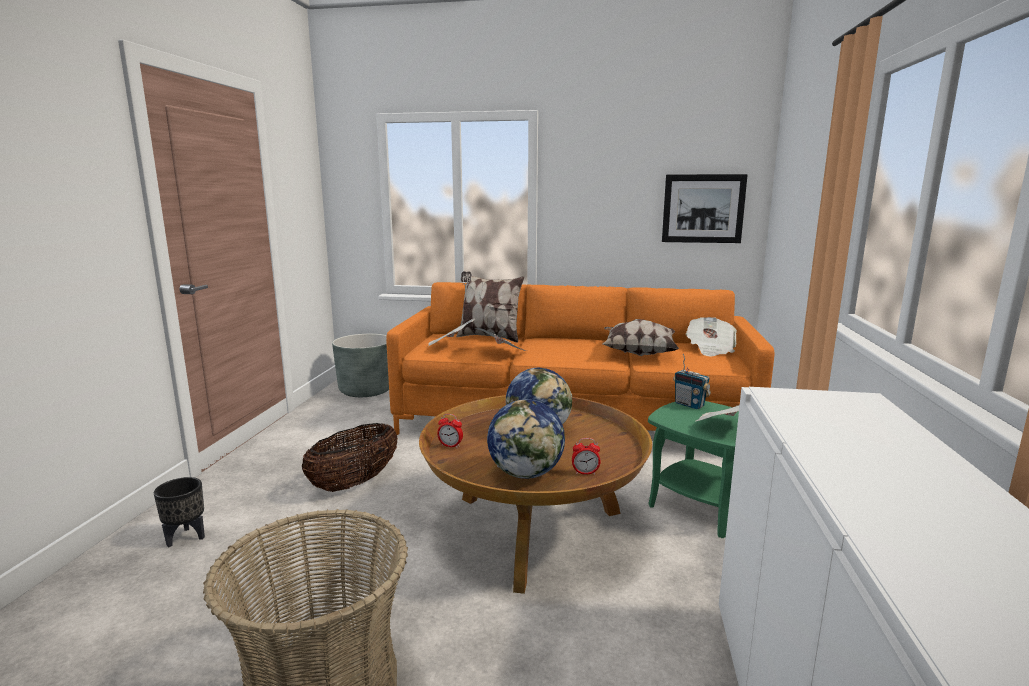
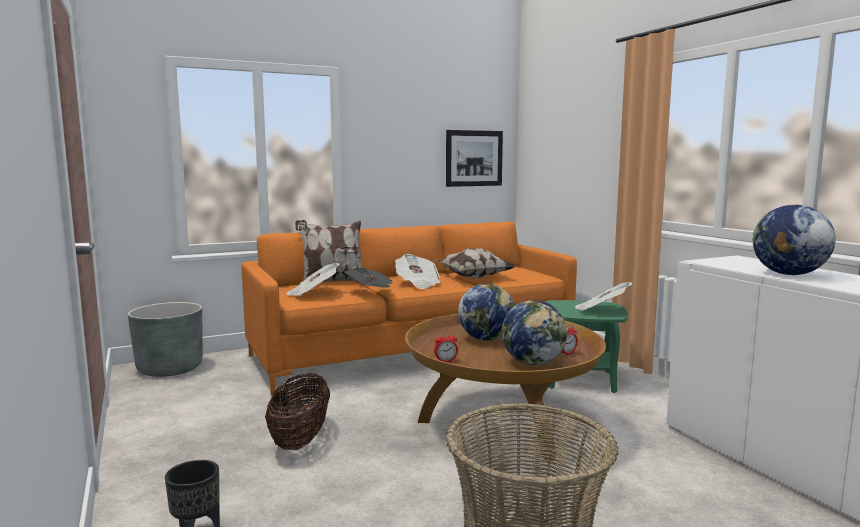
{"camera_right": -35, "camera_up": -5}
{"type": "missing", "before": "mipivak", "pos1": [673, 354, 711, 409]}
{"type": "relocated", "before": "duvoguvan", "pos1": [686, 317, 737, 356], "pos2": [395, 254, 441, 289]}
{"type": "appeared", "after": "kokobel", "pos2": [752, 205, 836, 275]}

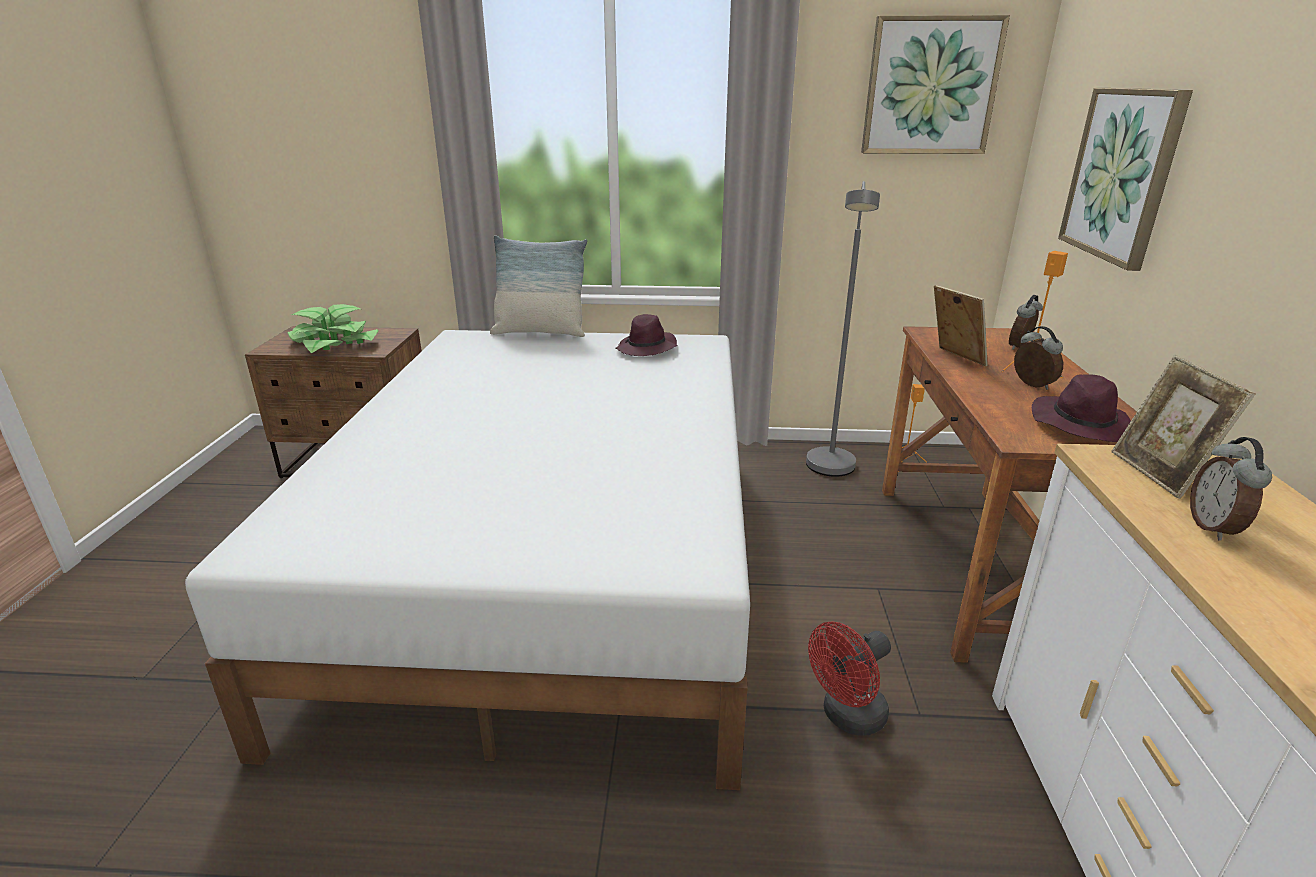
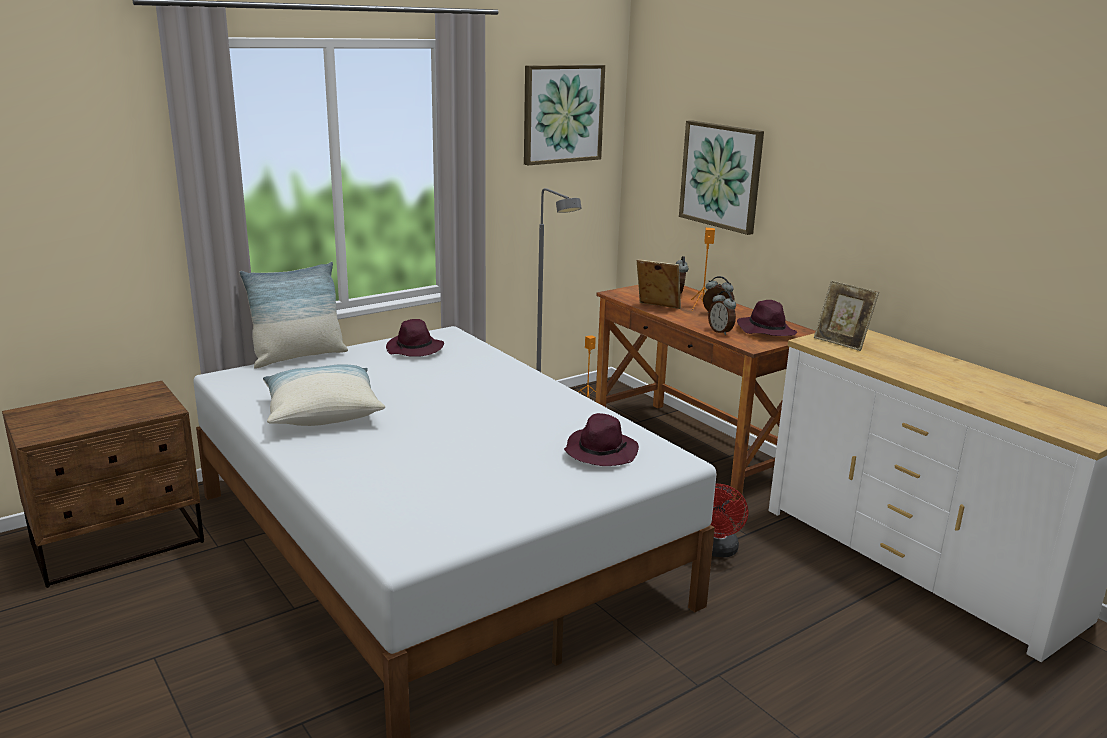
{"camera_right": -40, "camera_up": -5}
{"type": "missing", "before": "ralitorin", "pos1": [288, 304, 378, 353]}
{"type": "relocated", "before": "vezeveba", "pos1": [1190, 437, 1272, 541], "pos2": [708, 291, 736, 335]}
{"type": "appeared", "after": "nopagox", "pos2": [263, 365, 385, 426]}
{"type": "appeared", "after": "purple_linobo", "pos2": [564, 413, 639, 466]}

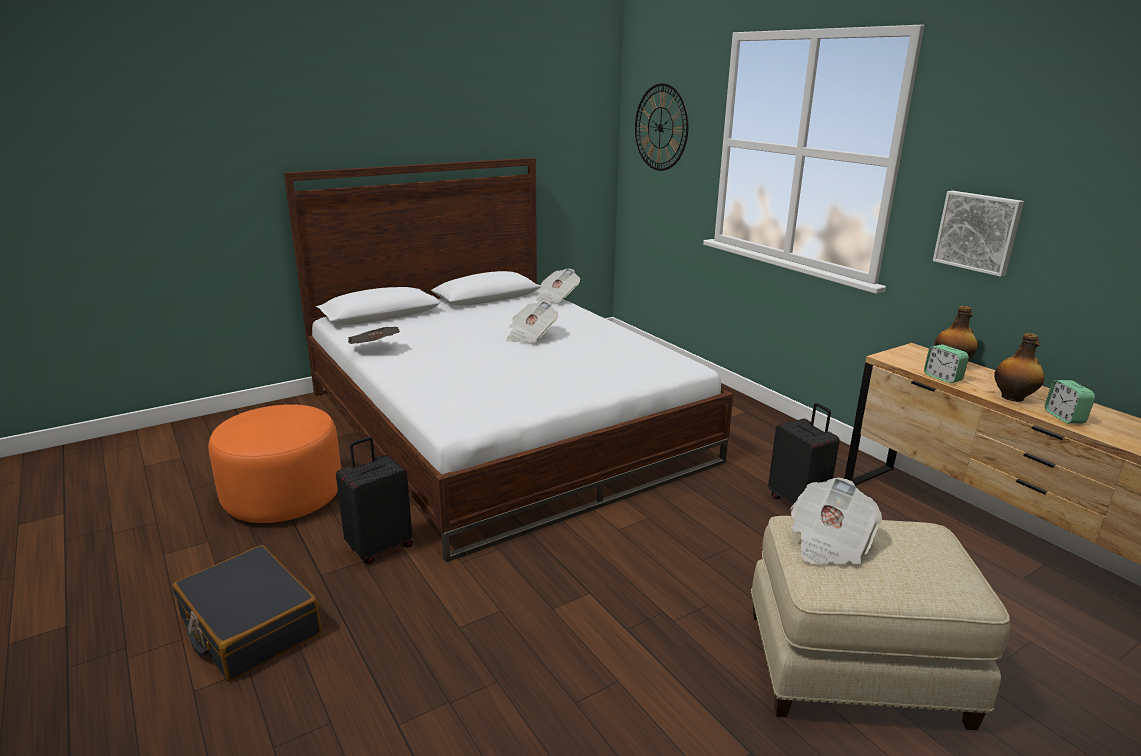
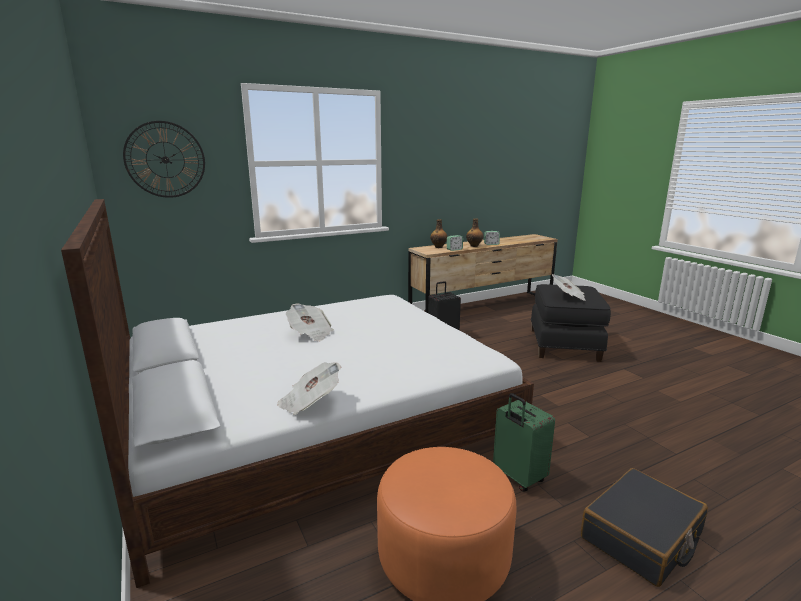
{"camera_right": -85, "camera_up": -5}
{"type": "colour", "before": "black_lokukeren", "after": "green_lokukeren", "pos1": [336, 437, 413, 564], "pos2": [493, 393, 555, 491]}
{"type": "missing", "before": "duvoguvan", "pos1": [536, 269, 580, 302]}
{"type": "colour", "before": "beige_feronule", "after": "black_feronule", "pos1": [750, 516, 1010, 730], "pos2": [531, 284, 611, 362]}
{"type": "missing", "before": "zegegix", "pos1": [933, 191, 1024, 277]}

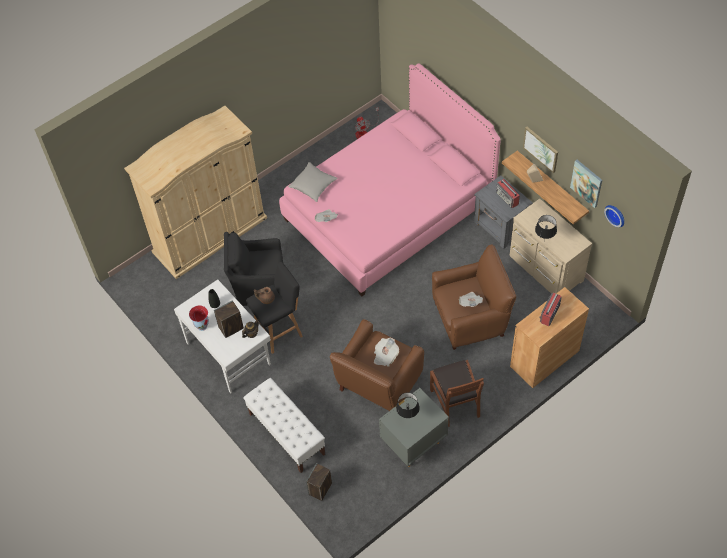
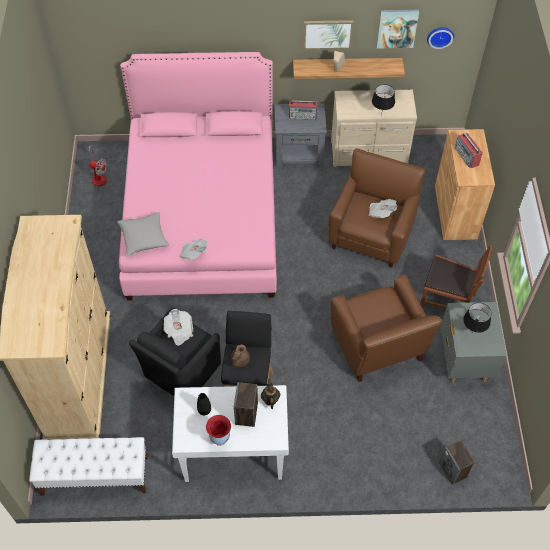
{"camera_right": -55, "camera_up": 0}
{"type": "relocated", "before": "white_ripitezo", "pos1": [243, 378, 325, 473], "pos2": [29, 437, 148, 496]}
{"type": "relocated", "before": "duvoguvan", "pos1": [374, 338, 399, 366], "pos2": [163, 309, 193, 346]}

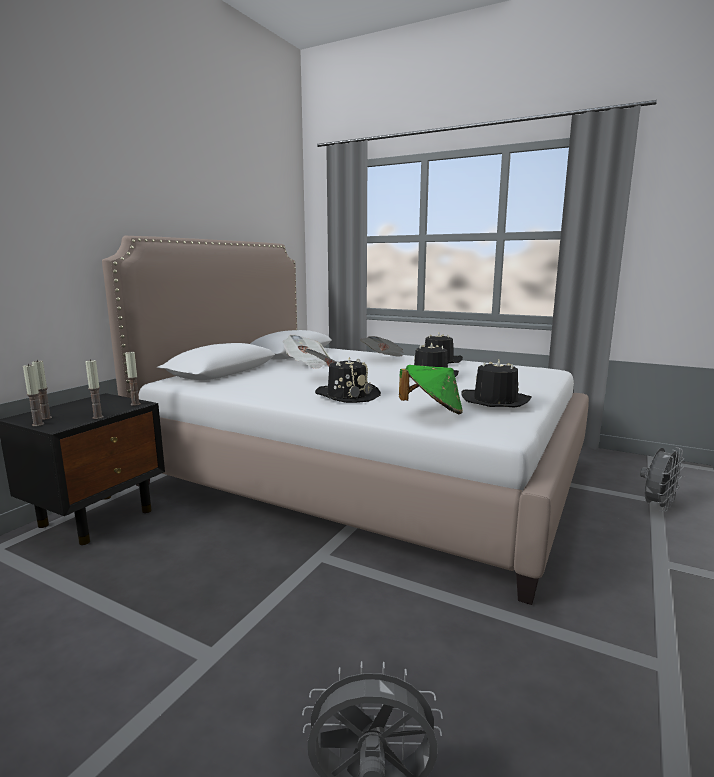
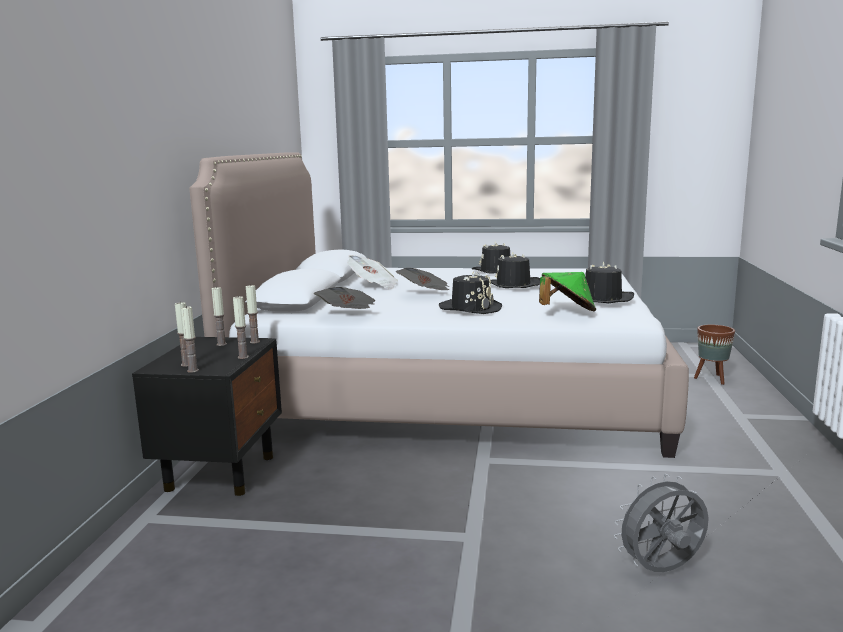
{"camera_right": -20, "camera_up": 0}
{"type": "relocated", "before": "duvoguvan", "pos1": [360, 336, 404, 356], "pos2": [314, 287, 375, 309]}
{"type": "exchanged", "before": "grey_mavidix", "after": "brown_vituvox", "pos1": [640, 447, 684, 512], "pos2": [694, 325, 735, 385]}
{"type": "appeared", "after": "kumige", "pos2": [212, 287, 227, 346]}

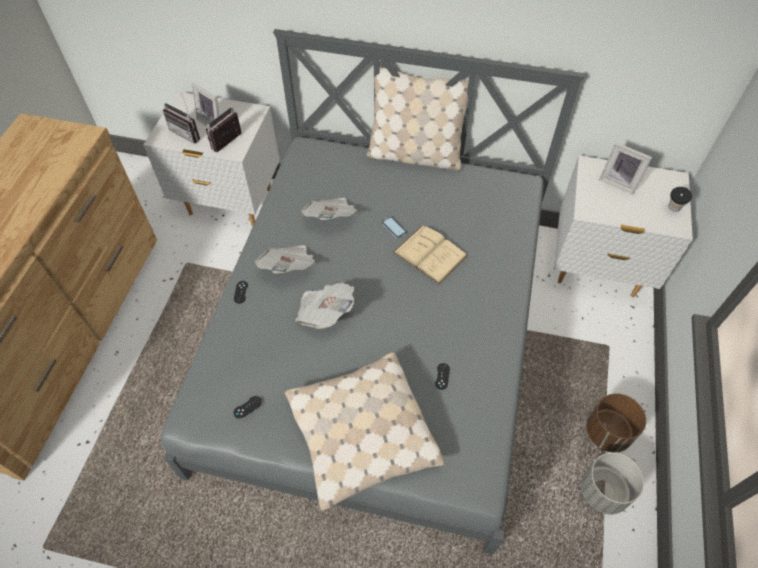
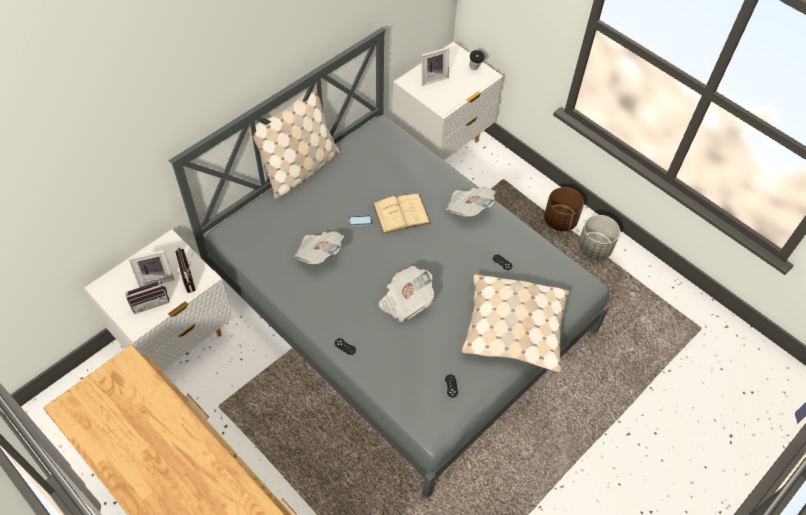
{"camera_right": -60, "camera_up": 0}
{"type": "relocated", "before": "duvoguvan", "pos1": [255, 245, 315, 273], "pos2": [446, 187, 496, 217]}

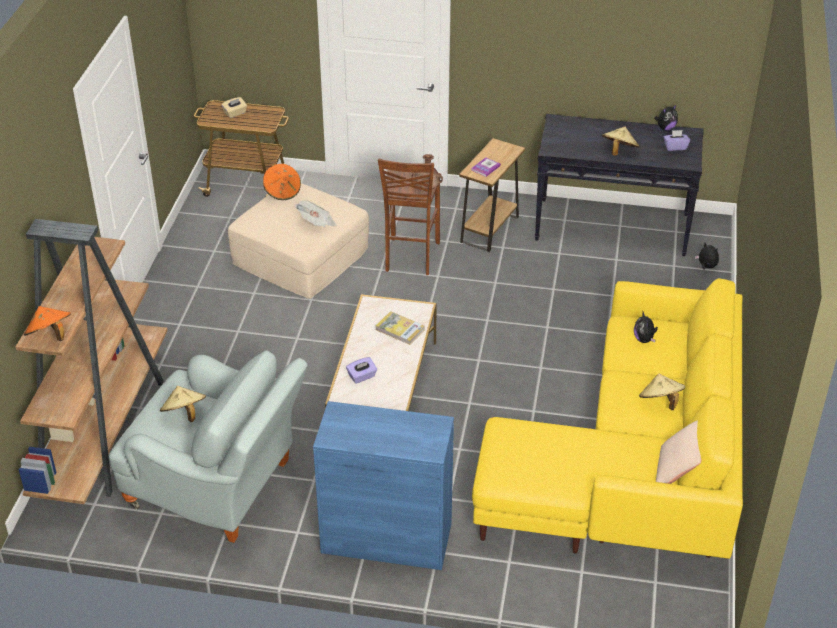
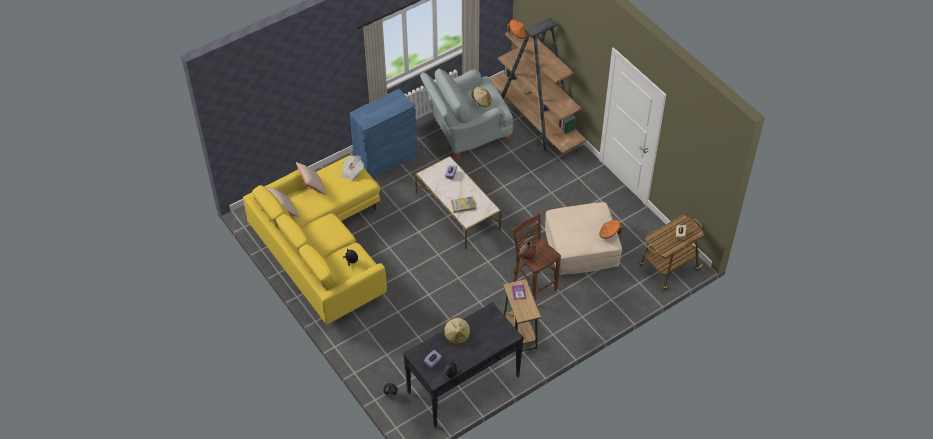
{"camera_right": 135, "camera_up": 10}
{"type": "relocated", "before": "duvoguvan", "pos1": [295, 200, 337, 227], "pos2": [341, 156, 364, 180]}
{"type": "missing", "before": "beige_linobo", "pos1": [639, 374, 685, 410]}
{"type": "appeared", "after": "beige_nopagox", "pos2": [296, 162, 327, 195]}

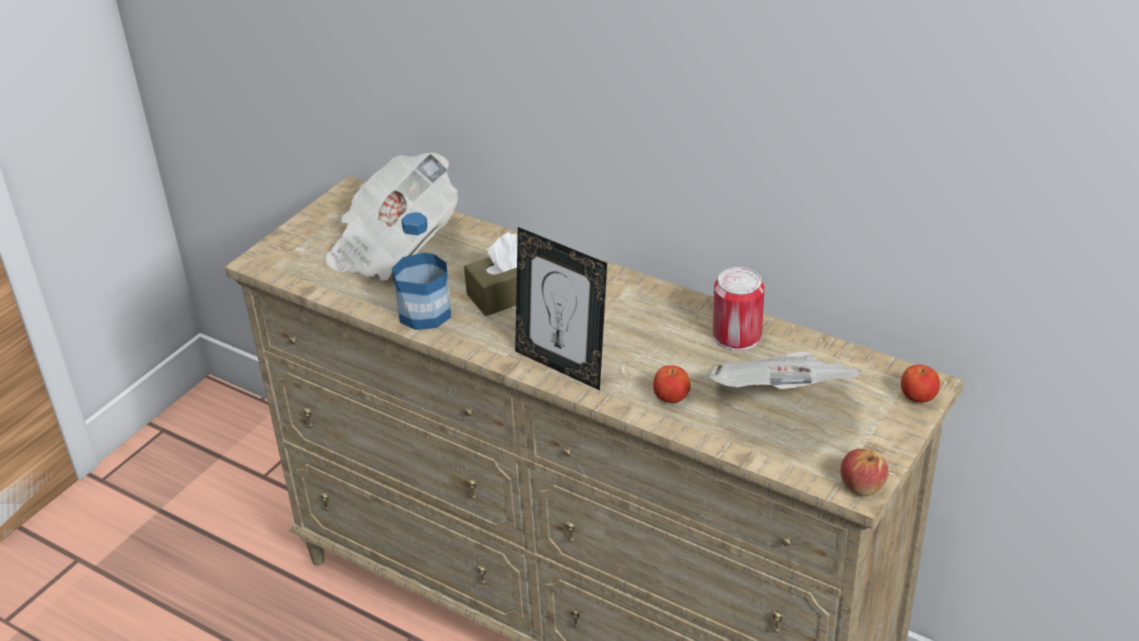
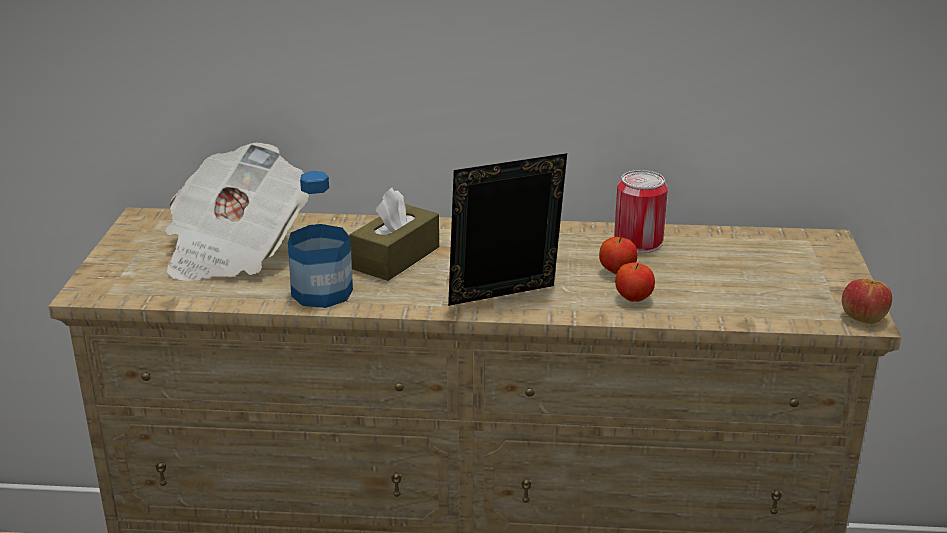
{"camera_right": -30, "camera_up": -10}
{"type": "spun", "before": "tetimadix", "pos1": [515, 227, 607, 390], "pos2": [448, 153, 567, 306], "turn": 150}
{"type": "missing", "before": "duvoguvan", "pos1": [708, 352, 863, 389]}
{"type": "relocated", "before": "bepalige", "pos1": [901, 365, 940, 403], "pos2": [599, 237, 638, 274]}

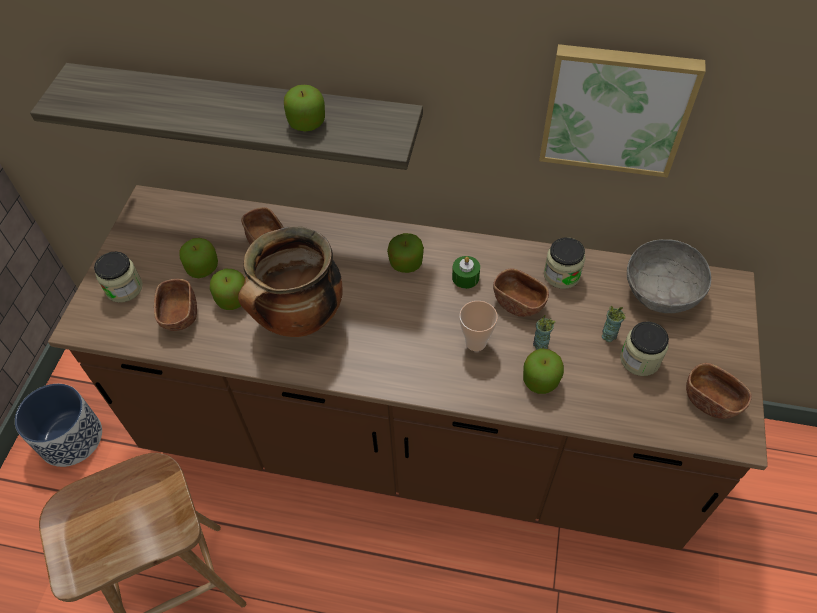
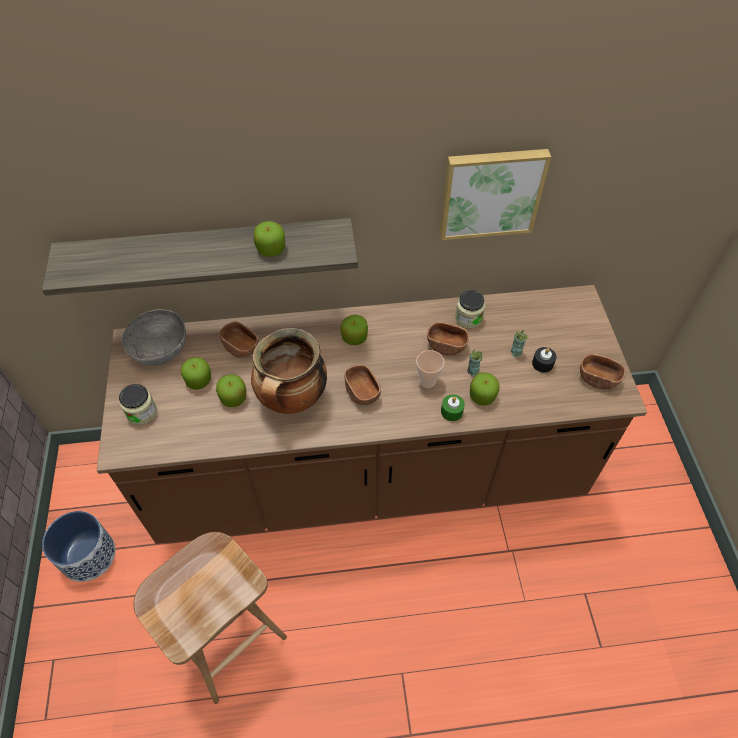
{"camera_right": -20, "camera_up": 0}
{"type": "relocated", "before": "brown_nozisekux", "pos1": [154, 279, 197, 331], "pos2": [344, 364, 381, 405]}
{"type": "relocated", "before": "green_kumige", "pos1": [452, 256, 480, 289], "pos2": [441, 394, 465, 421]}
{"type": "exchanged", "before": "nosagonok", "after": "black_kumige", "pos1": [620, 321, 669, 376], "pos2": [532, 347, 557, 373]}
{"type": "relocated", "before": "grey_nozisekux", "pos1": [627, 239, 711, 313], "pos2": [122, 309, 186, 365]}

